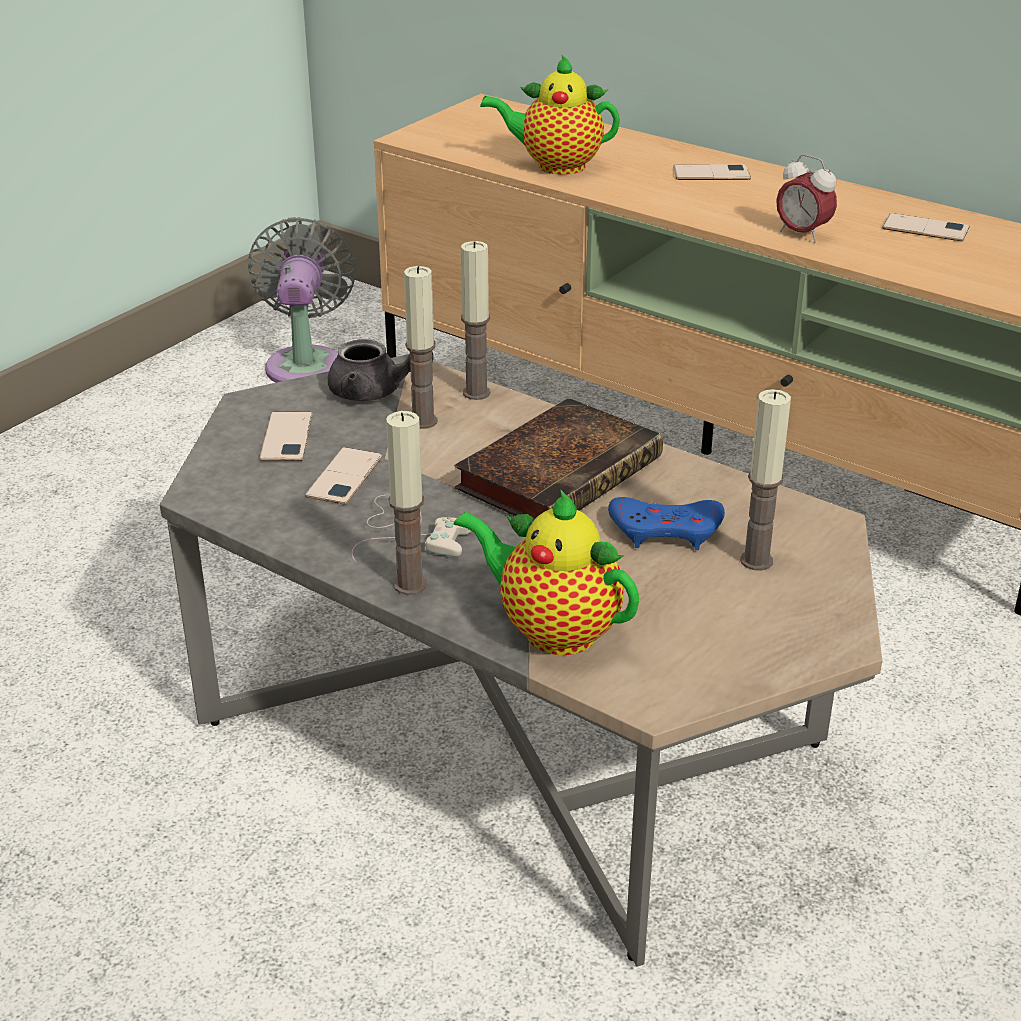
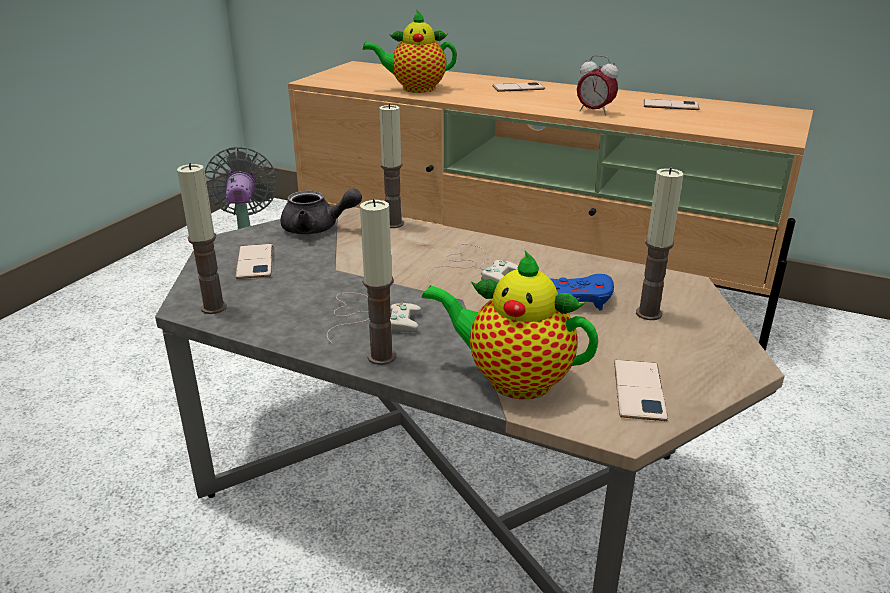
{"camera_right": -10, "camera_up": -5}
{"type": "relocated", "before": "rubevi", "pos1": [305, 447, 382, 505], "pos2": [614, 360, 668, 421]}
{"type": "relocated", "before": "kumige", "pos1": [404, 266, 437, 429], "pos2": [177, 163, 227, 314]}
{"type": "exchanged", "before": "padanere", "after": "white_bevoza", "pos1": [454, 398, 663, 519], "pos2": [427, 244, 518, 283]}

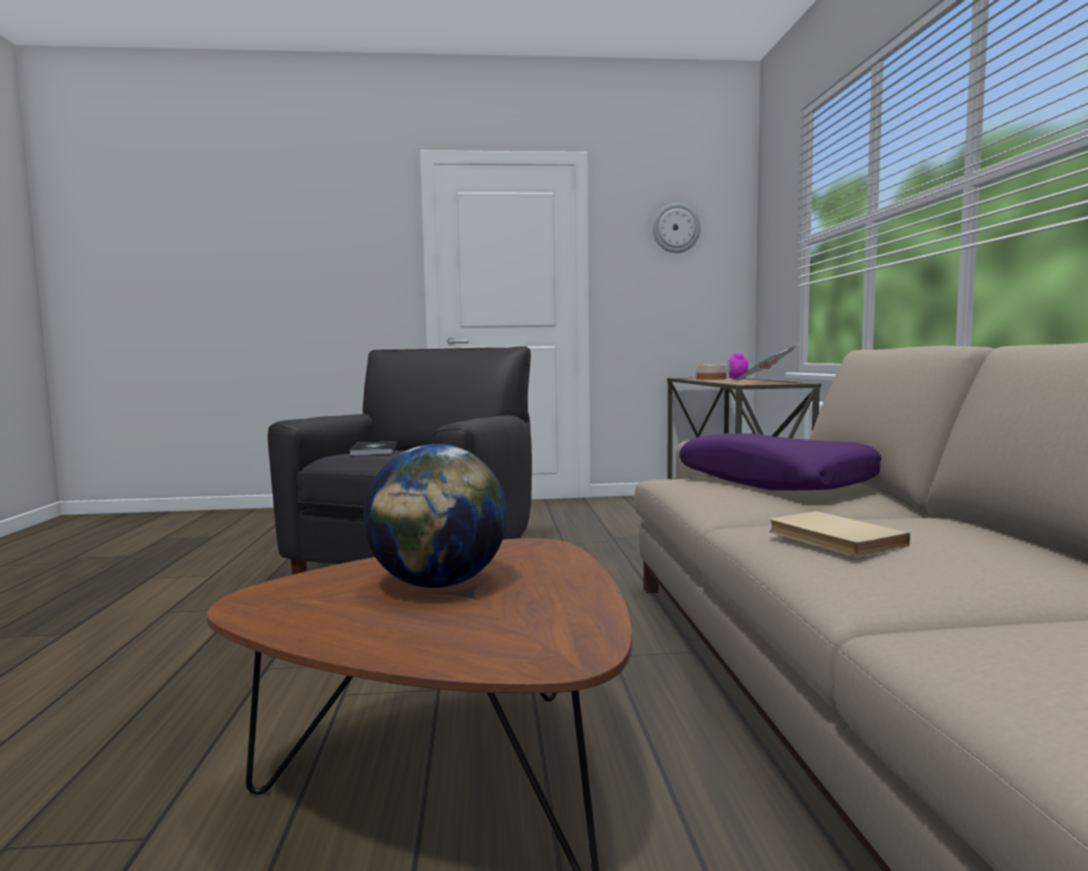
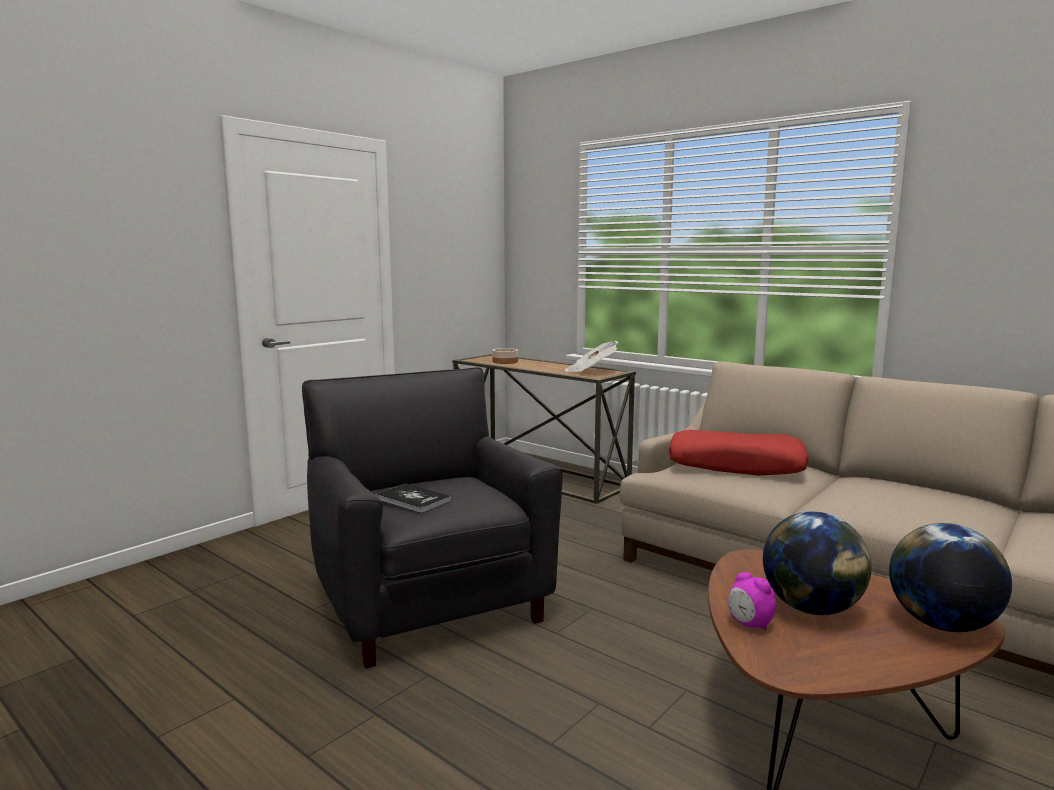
{"camera_right": -45, "camera_up": 5}
{"type": "missing", "before": "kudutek", "pos1": [653, 203, 700, 253]}
{"type": "colour", "before": "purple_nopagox", "after": "red_nopagox", "pos1": [679, 433, 881, 490], "pos2": [669, 430, 809, 476]}
{"type": "relocated", "before": "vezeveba", "pos1": [727, 353, 748, 380], "pos2": [728, 572, 776, 630]}
{"type": "missing", "before": "beige_padanere", "pos1": [769, 511, 910, 557]}
{"type": "appeared", "after": "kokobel", "pos2": [889, 523, 1012, 632]}

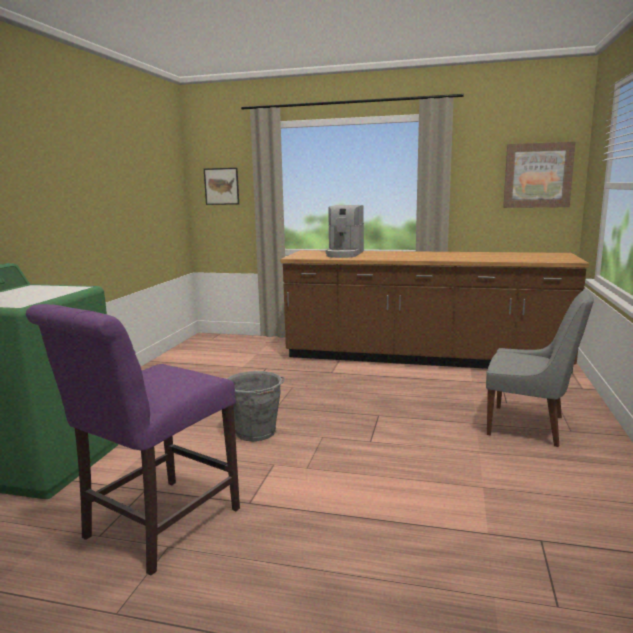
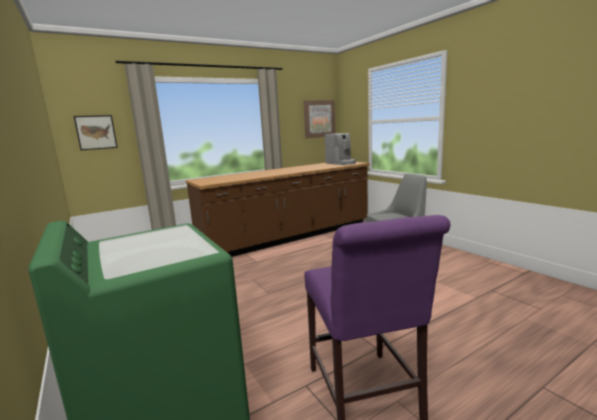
{"camera_right": -45, "camera_up": 0}
{"type": "missing", "before": "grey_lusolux", "pos1": [227, 371, 285, 441]}
{"type": "relocated", "before": "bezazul", "pos1": [325, 205, 364, 258], "pos2": [325, 133, 356, 165]}

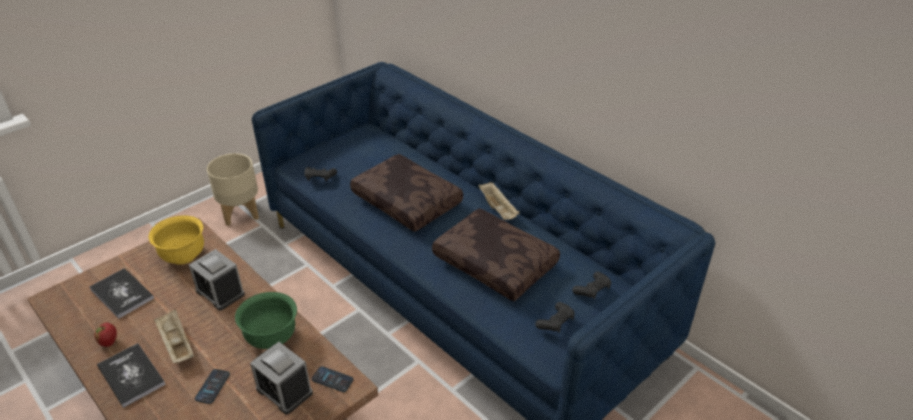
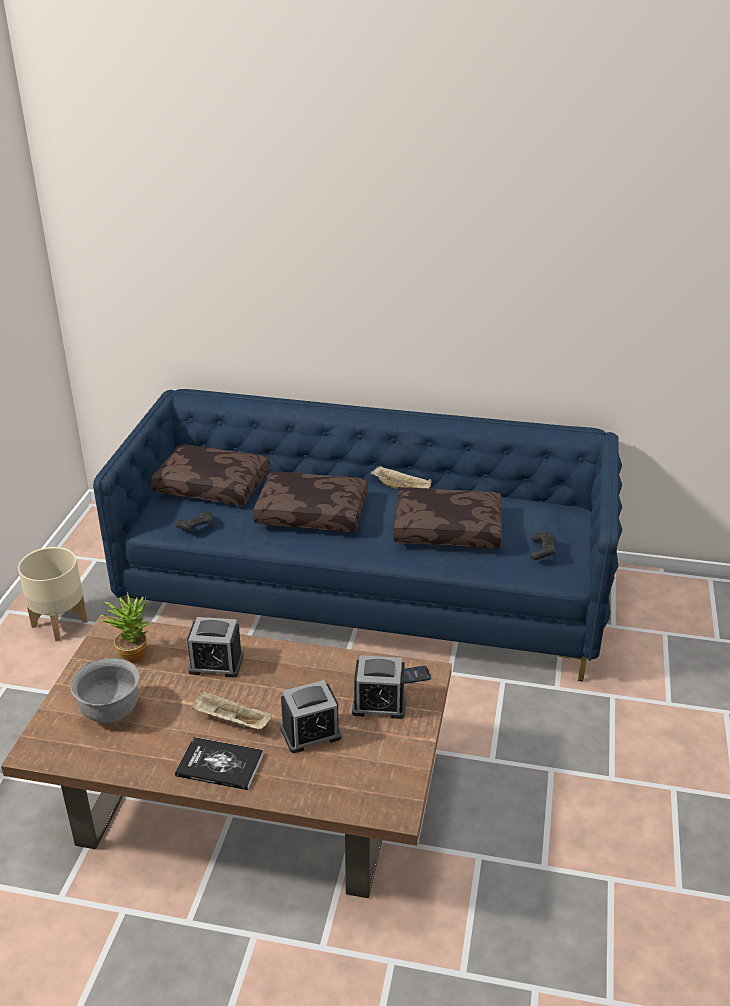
{"camera_right": -35, "camera_up": -5}
{"type": "exchanged", "before": "padanere", "after": "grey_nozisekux", "pos1": [90, 268, 154, 319], "pos2": [71, 658, 140, 723]}
{"type": "missing", "before": "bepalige", "pos1": [94, 323, 117, 347]}
{"type": "exchanged", "before": "yellow_nozisekux", "after": "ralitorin", "pos1": [148, 215, 204, 265], "pos2": [101, 592, 149, 663]}
{"type": "exchanged", "before": "rubevi", "after": "vezeveba", "pos1": [195, 369, 230, 404], "pos2": [280, 680, 342, 753]}
{"type": "missing", "before": "green_nozisekux", "pos1": [235, 292, 297, 349]}
{"type": "missing", "before": "black_bevoza", "pos1": [572, 272, 611, 299]}
{"type": "appeared", "after": "brown_nopagox", "pos2": [151, 444, 270, 506]}

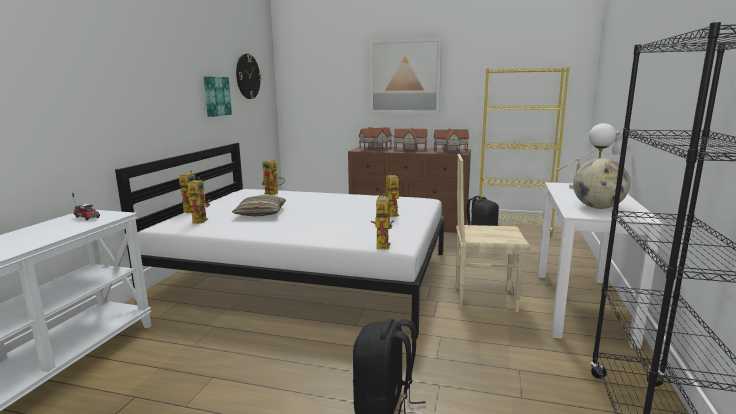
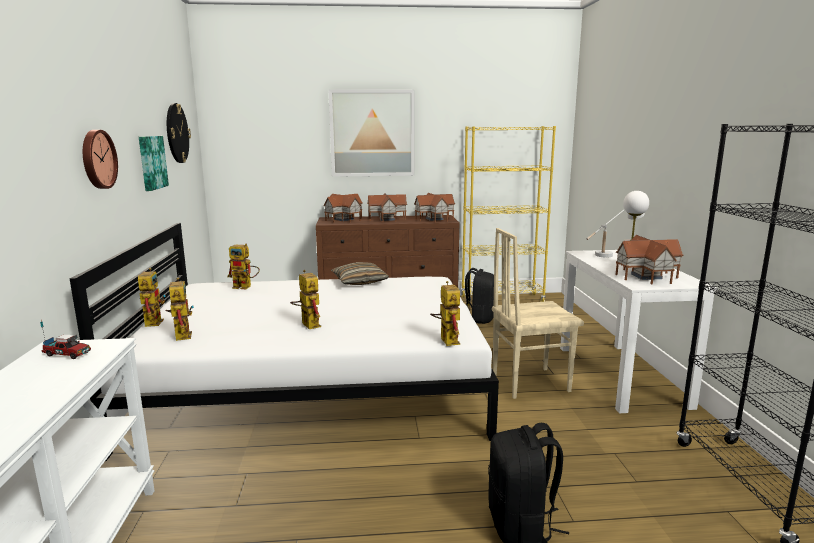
{"camera_right": -20, "camera_up": 0}
{"type": "relocated", "before": "nopagox", "pos1": [232, 195, 286, 216], "pos2": [331, 262, 389, 285]}
{"type": "relocated", "before": "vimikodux", "pos1": [379, 172, 399, 217], "pos2": [290, 270, 321, 329]}
{"type": "exchanged", "before": "kokobel", "after": "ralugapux", "pos1": [573, 158, 630, 209], "pos2": [616, 235, 684, 285]}
{"type": "appeared", "after": "kudutek", "pos2": [83, 130, 118, 189]}

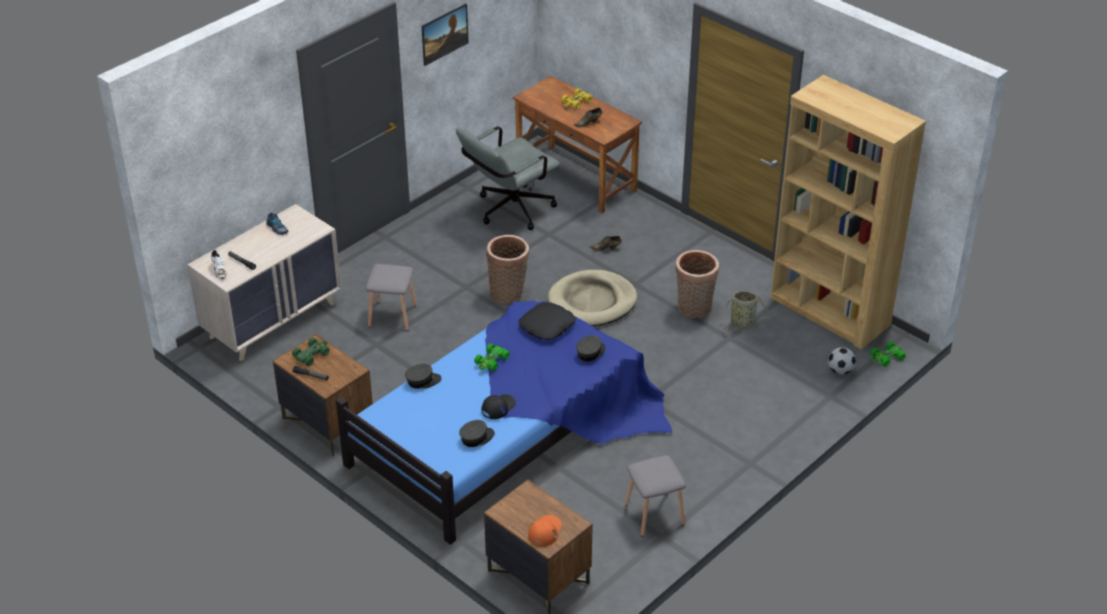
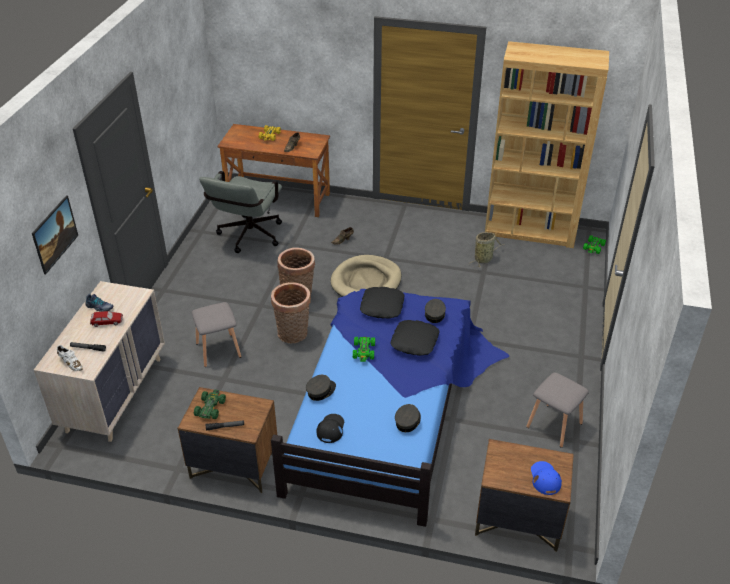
{"camera_right": -30, "camera_up": 0}
{"type": "relocated", "before": "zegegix", "pos1": [422, 4, 469, 66], "pos2": [32, 196, 78, 274]}
{"type": "relocated", "before": "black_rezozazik", "pos1": [482, 394, 516, 419], "pos2": [317, 414, 344, 443]}
{"type": "colour", "before": "orange_rezozazik", "after": "blue_rezozazik", "pos1": [528, 515, 562, 547], "pos2": [531, 461, 562, 495]}
{"type": "relocated", "before": "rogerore", "pos1": [675, 250, 719, 318], "pos2": [271, 282, 311, 343]}
{"type": "missing", "before": "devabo", "pos1": [828, 347, 856, 375]}
{"type": "appeared", "after": "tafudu", "pos2": [90, 311, 123, 327]}
{"type": "appeared", "after": "black_nopagox", "pos2": [390, 320, 439, 356]}

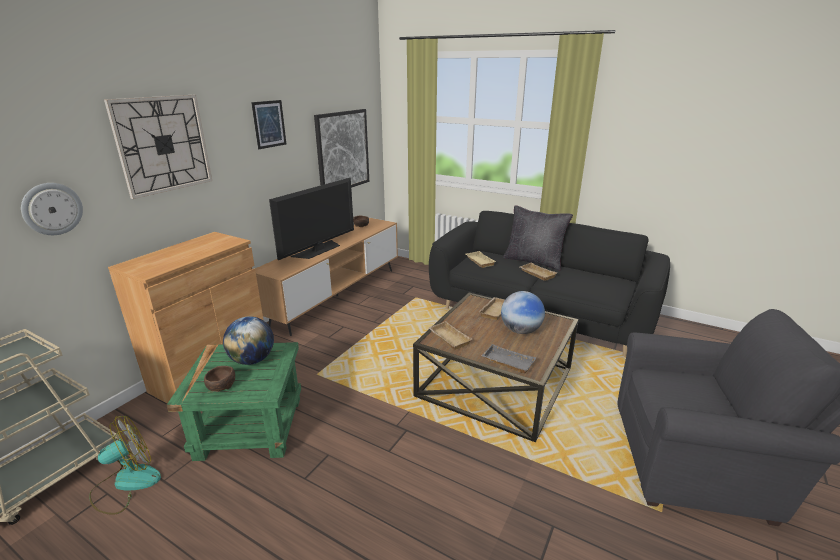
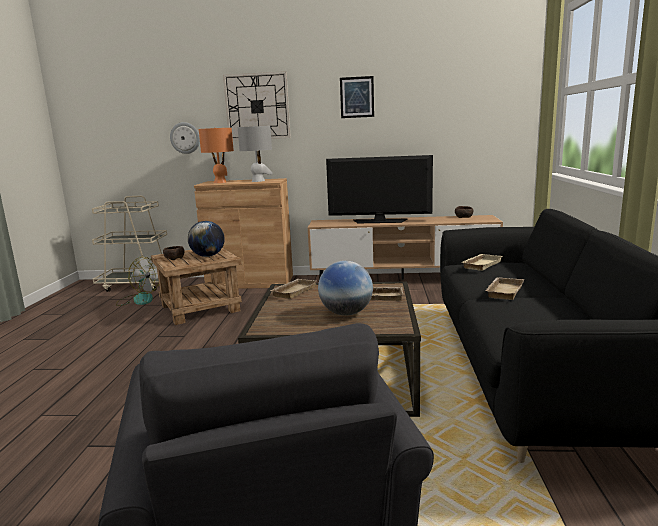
{"camera_right": 65, "camera_up": -10}
{"type": "colour", "before": "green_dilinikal", "after": "brown_dilinikal", "pos1": [167, 342, 301, 461], "pos2": [151, 247, 242, 325]}
{"type": "missing", "before": "zegegix", "pos1": [314, 109, 369, 188]}
{"type": "missing", "before": "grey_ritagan", "pos1": [482, 344, 536, 374]}
{"type": "missing", "before": "black_nopagox", "pos1": [503, 205, 573, 270]}
{"type": "appeared", "after": "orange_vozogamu", "pos2": [199, 128, 234, 183]}
{"type": "appeared", "after": "grey_vozogamu", "pos2": [238, 126, 272, 182]}

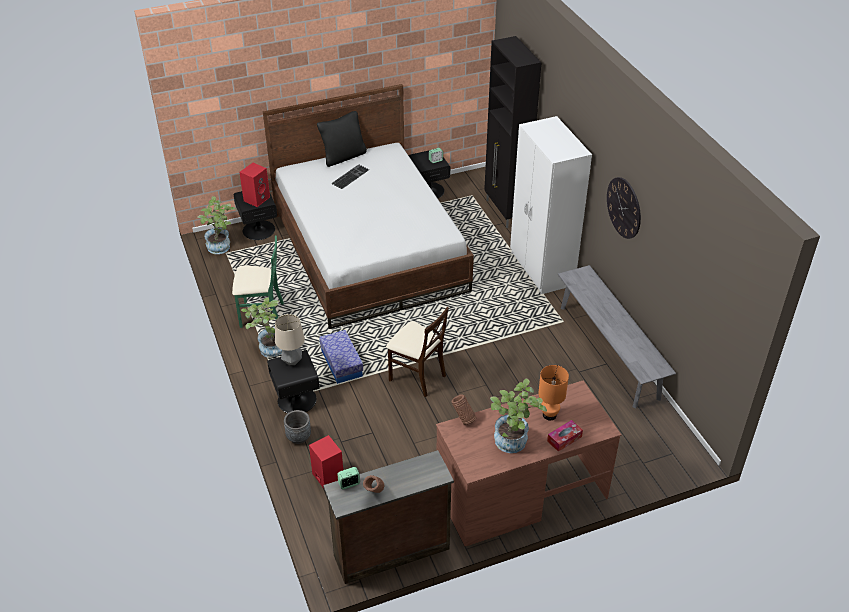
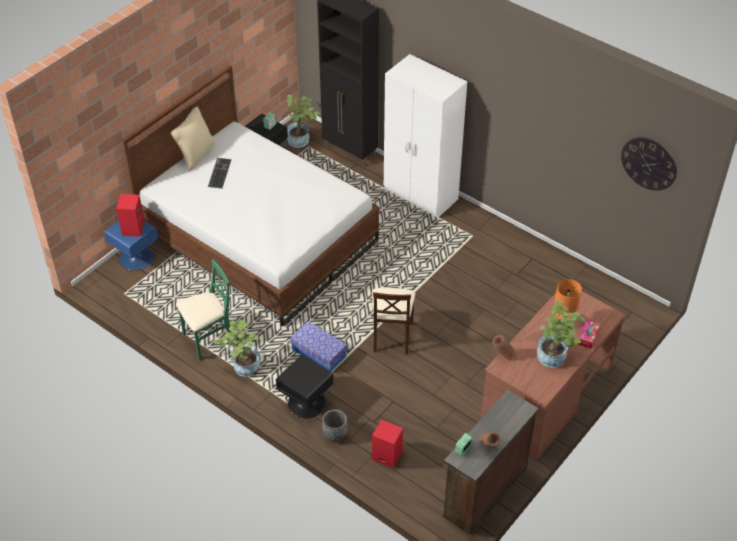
{"camera_right": -30, "camera_up": 5}
{"type": "relocated", "before": "ralitorin", "pos1": [198, 196, 237, 254], "pos2": [287, 95, 320, 148]}
{"type": "colour", "before": "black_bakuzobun", "after": "blue_bakuzobun", "pos1": [234, 191, 277, 240], "pos2": [104, 220, 158, 270]}
{"type": "missing", "before": "vozogamu", "pos1": [275, 314, 305, 365]}
{"type": "colour", "before": "black_nopagox", "after": "beige_nopagox", "pos1": [317, 111, 367, 167], "pos2": [170, 107, 215, 171]}
{"type": "spun", "before": "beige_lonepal", "pos1": [386, 307, 449, 397], "pos2": [372, 288, 415, 354], "turn": 90}
{"type": "missing", "before": "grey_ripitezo", "pos1": [558, 265, 676, 408]}
{"type": "relocated", "before": "kudutek", "pos1": [607, 177, 641, 239], "pos2": [621, 137, 677, 191]}

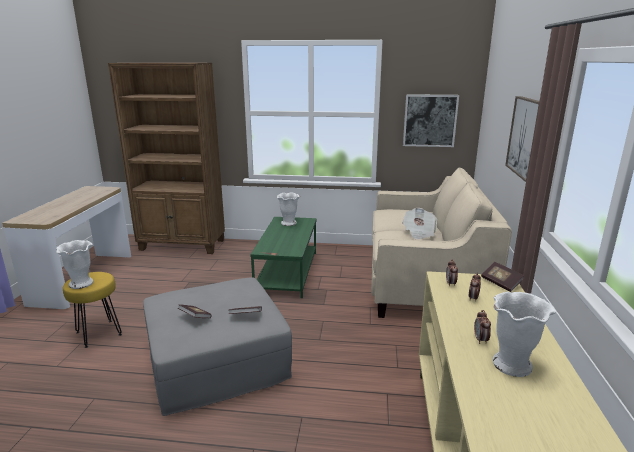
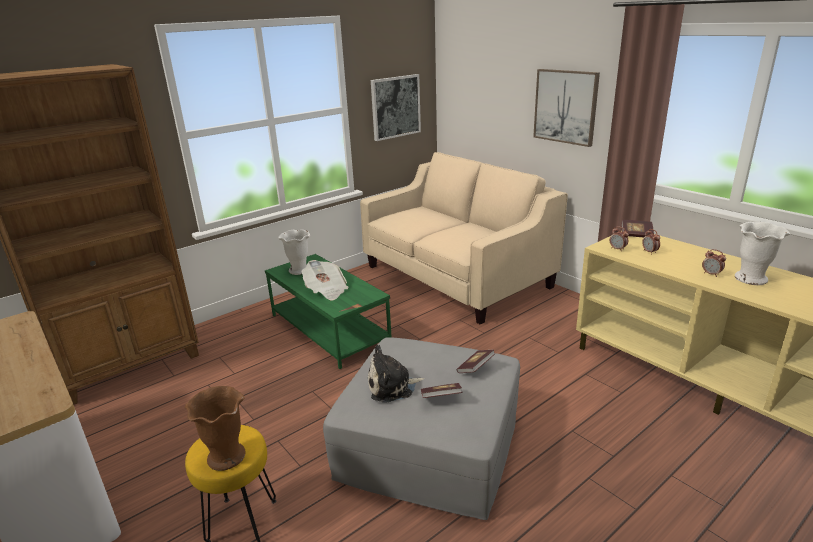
{"camera_right": -45, "camera_up": 5}
{"type": "colour", "before": "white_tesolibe", "after": "brown_tesolibe", "pos1": [56, 240, 93, 289], "pos2": [185, 386, 245, 471]}
{"type": "relocated", "before": "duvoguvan", "pos1": [402, 208, 437, 239], "pos2": [301, 260, 349, 300]}
{"type": "appeared", "after": "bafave", "pos2": [368, 345, 424, 403]}

